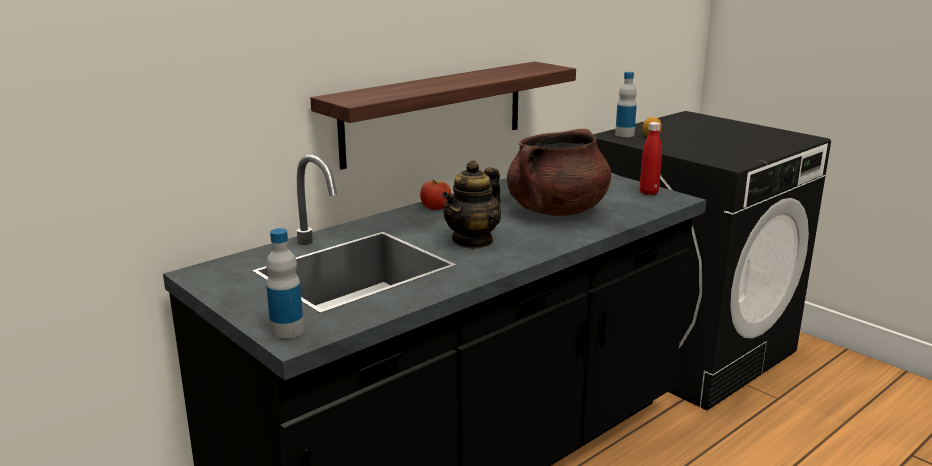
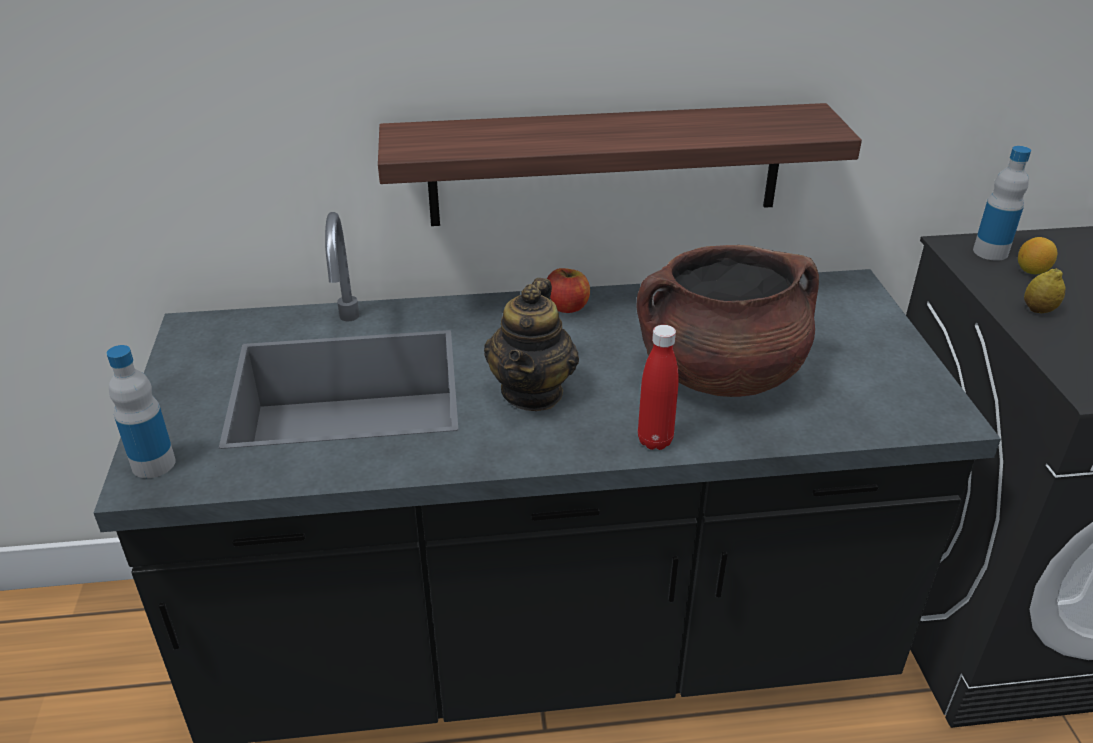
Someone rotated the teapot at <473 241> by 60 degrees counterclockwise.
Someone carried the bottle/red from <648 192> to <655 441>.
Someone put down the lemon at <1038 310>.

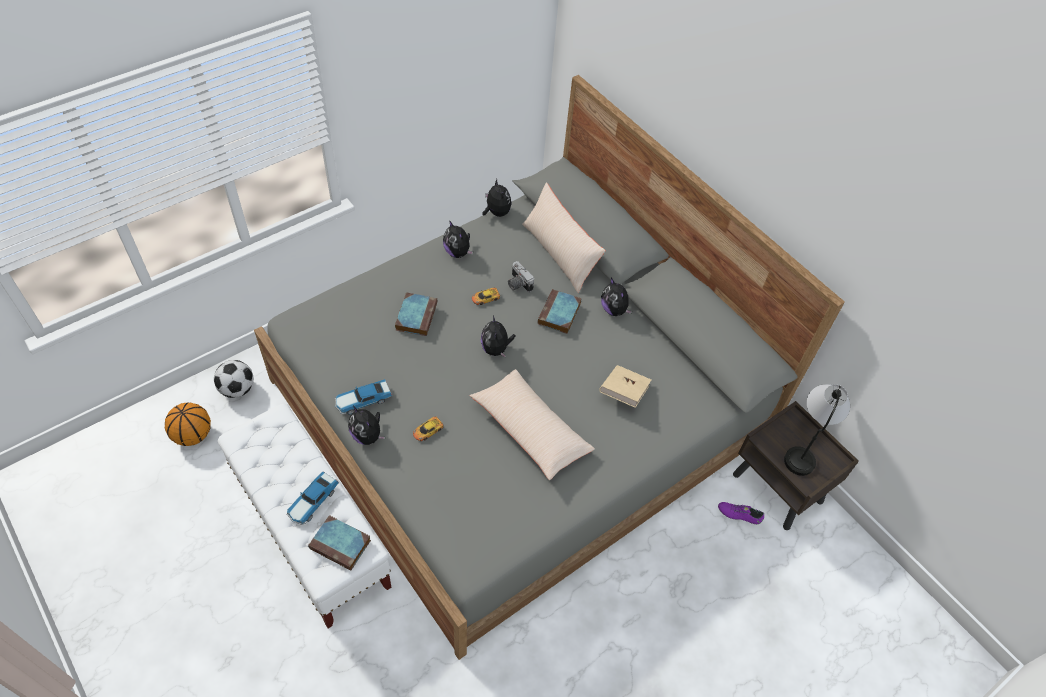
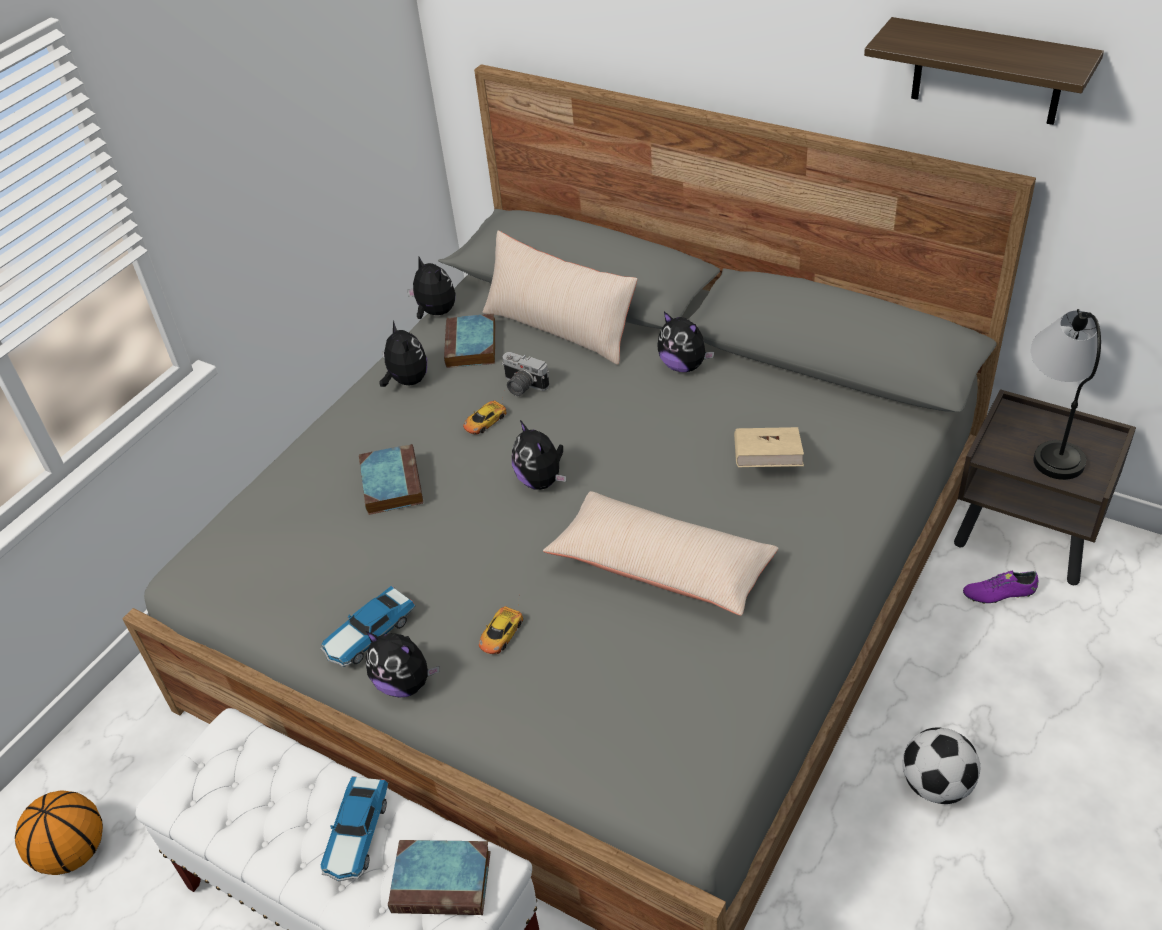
Someone carried the football from <237 389> to <936 785>.
Someone rotated the plush toy at <458 252> by 150 degrees counterclockwise.
Someone carried the book from <559 314> to <471 346>.
Someone put up the shelf at <987 72>.

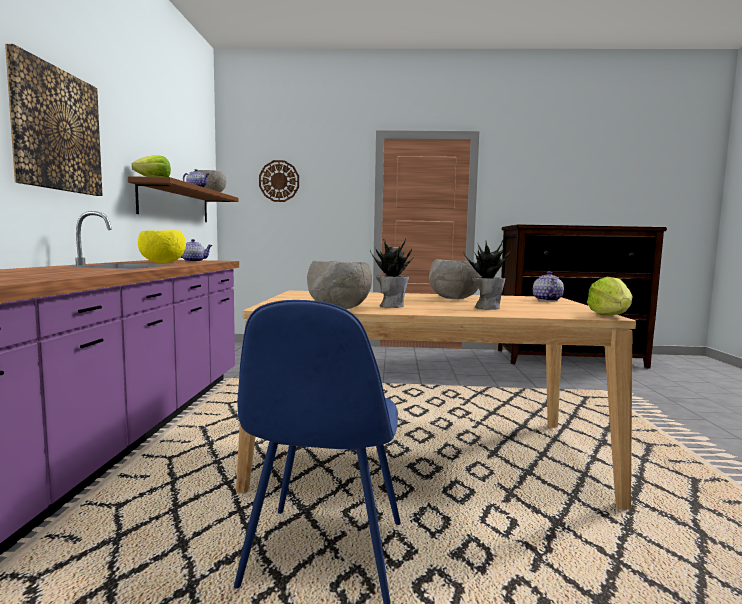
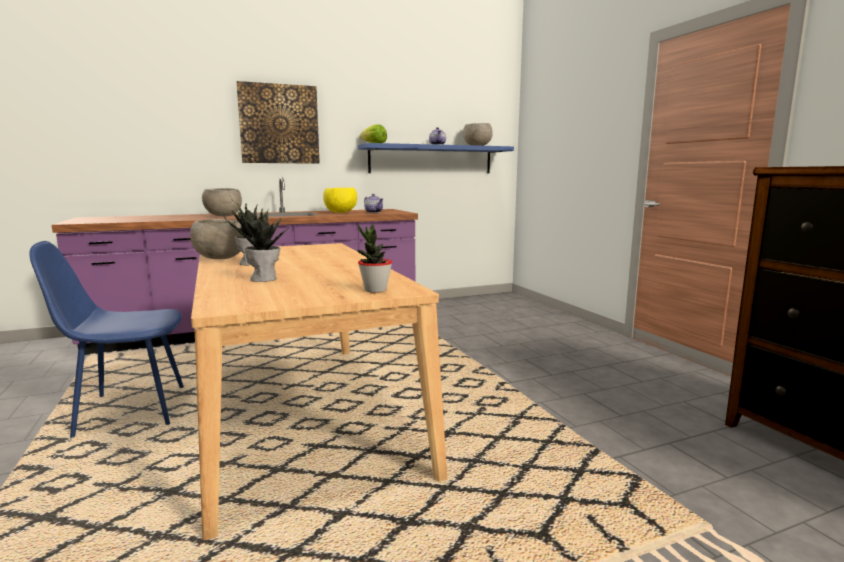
Someone repainted the shelf/brown at <176 203>, which became the shelf/blue at <431 159>.
Someone took away the wall clock at <279 181>.
Someone carried the bowl/grey from <454 299> to <223 216>.
Someone swapped the teapot at <546 300> for the potted plant at <375 290>.
Someone took away the lettuce at <610 316>.

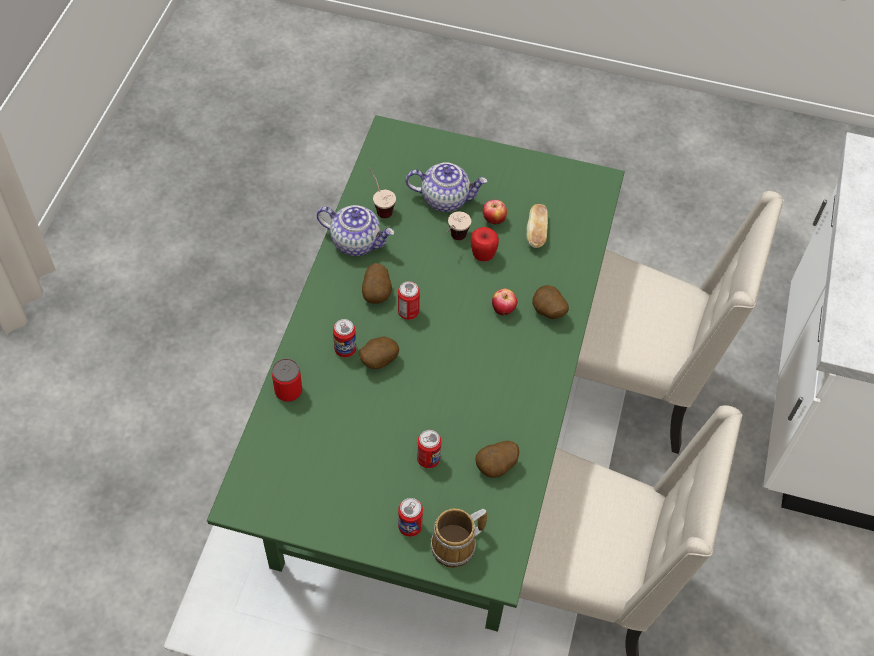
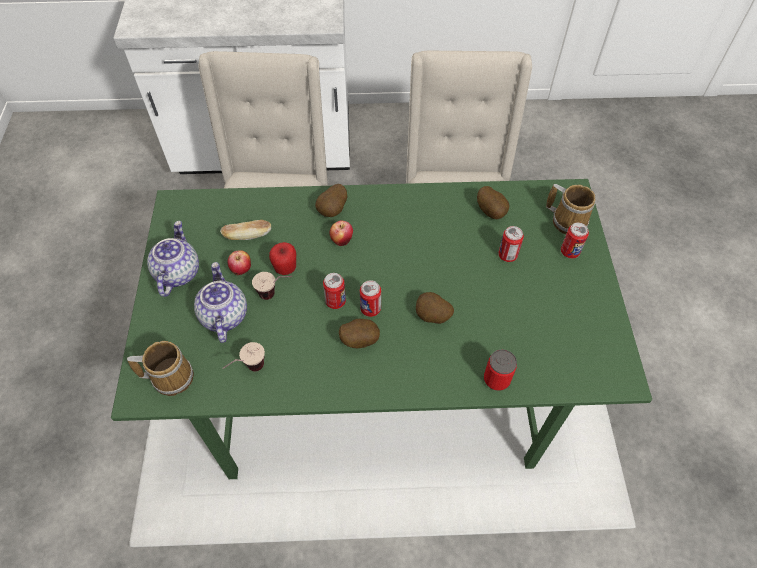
Someone carried the teapot from <356 242> to <177 272>.
Someone carried the can from <345 349> to <335 301>.
Someone put down the mug at <170 376>.

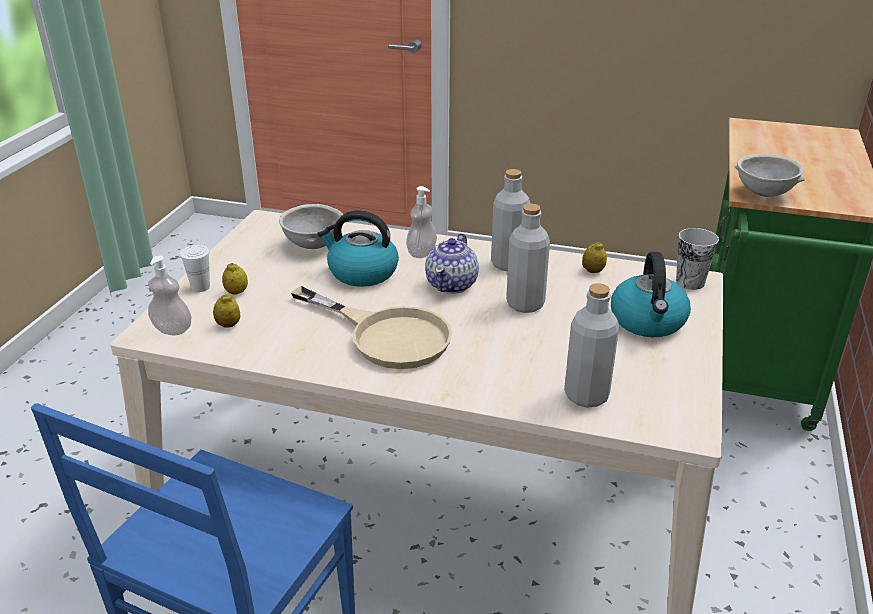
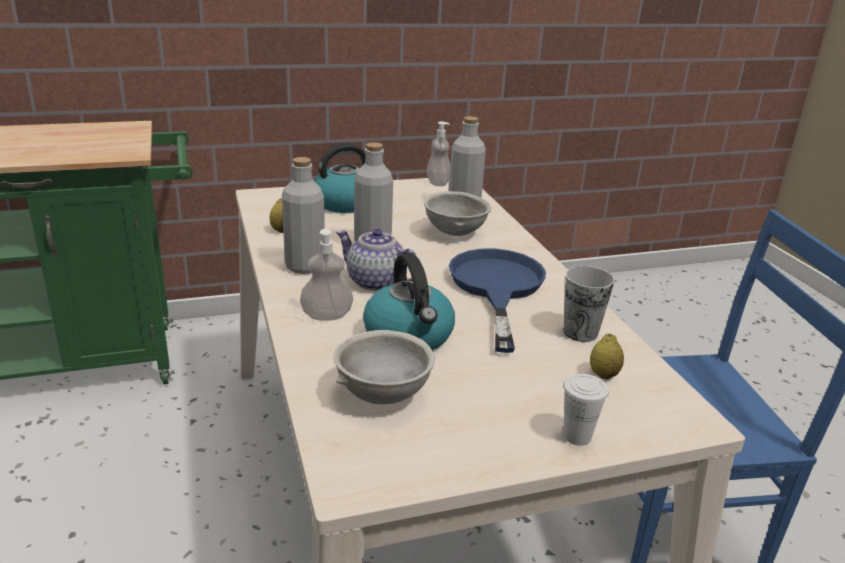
Someone carried the soap dispenser from <172 329> to <438 183>.
Someone took away the lemon at <236 292>.
Someone repainted the frying pan/beige at <386 335>, which became the frying pan/blue at <496 288>.
Someone rotated the teapot at <452 284> by 135 degrees counterclockwise.
Someone carried the cup from <690 282> to <580 332>.
Someone carried the bowl/grey from <764 194> to <456 233>.

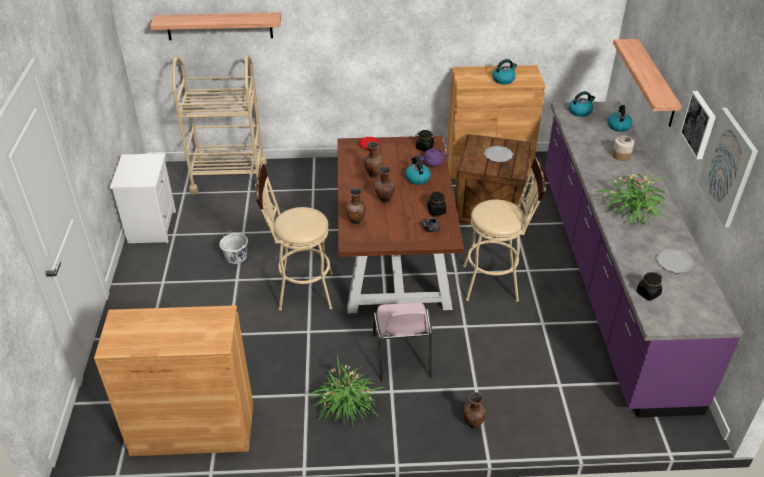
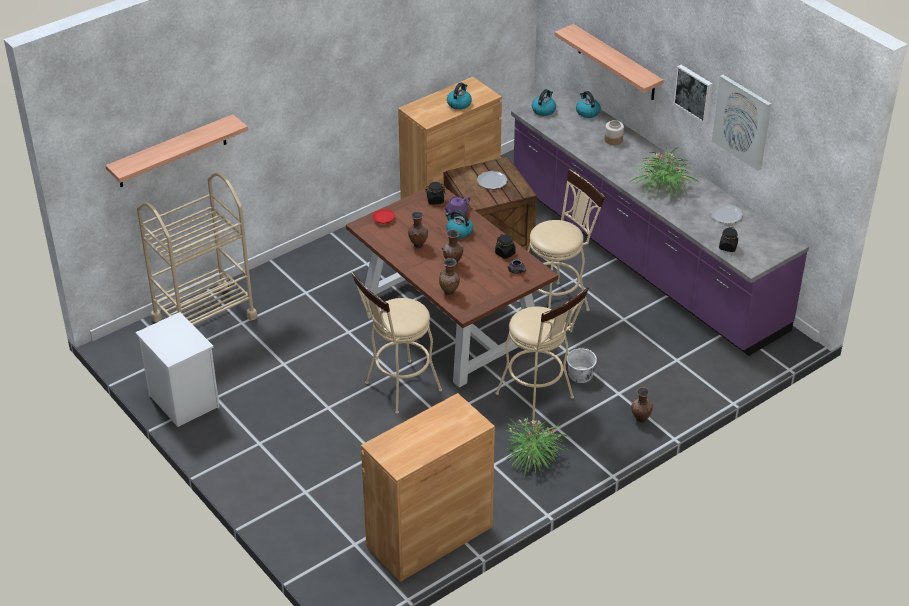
Someone carried the bucket/white from <236 257> to <580 375>.
Someone swapped the chair/pink at <401 357> for the stool/beige at <539 399>.

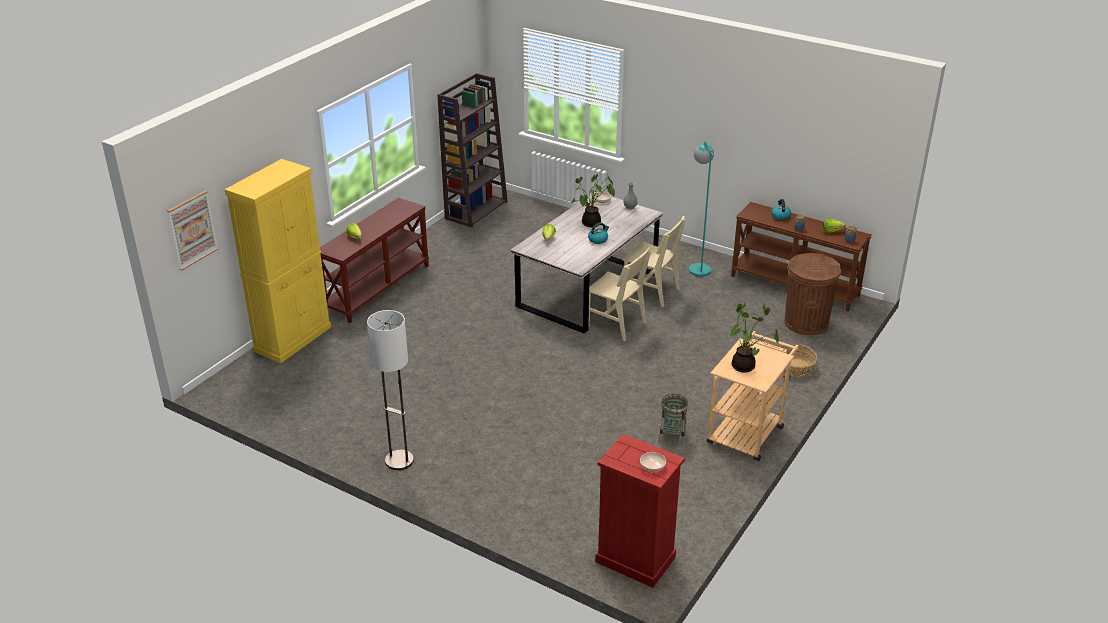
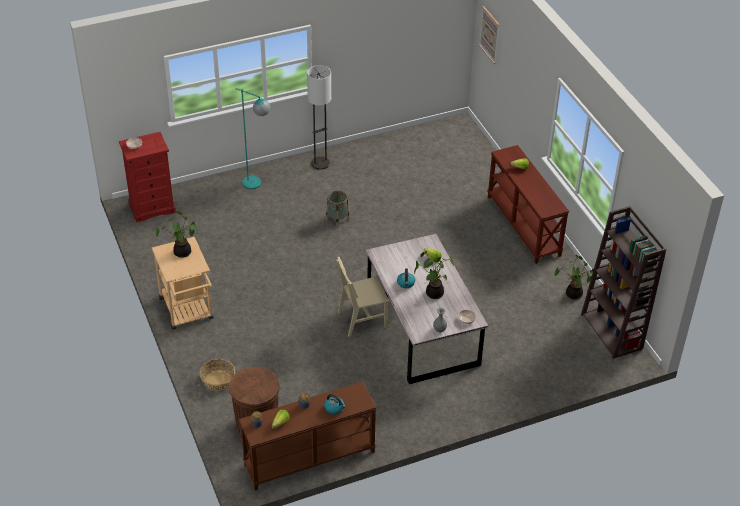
Someone took away the cabinet/yellow at <293 339>.
Someone took away the chair/beige at <651 292>.
Someone carried the basket from <672 436> to <337 220>.
Someone carried the floor lamp/turquoise from <697 266> to <257 185>.
Someone put down the potted plant at <572 295>.

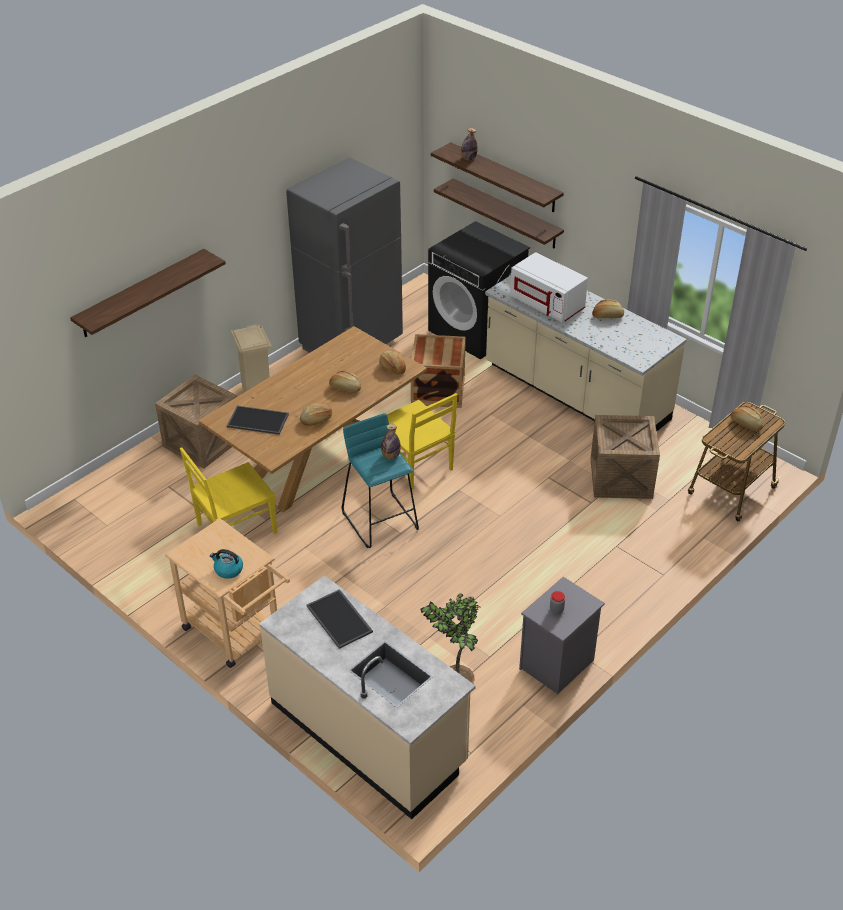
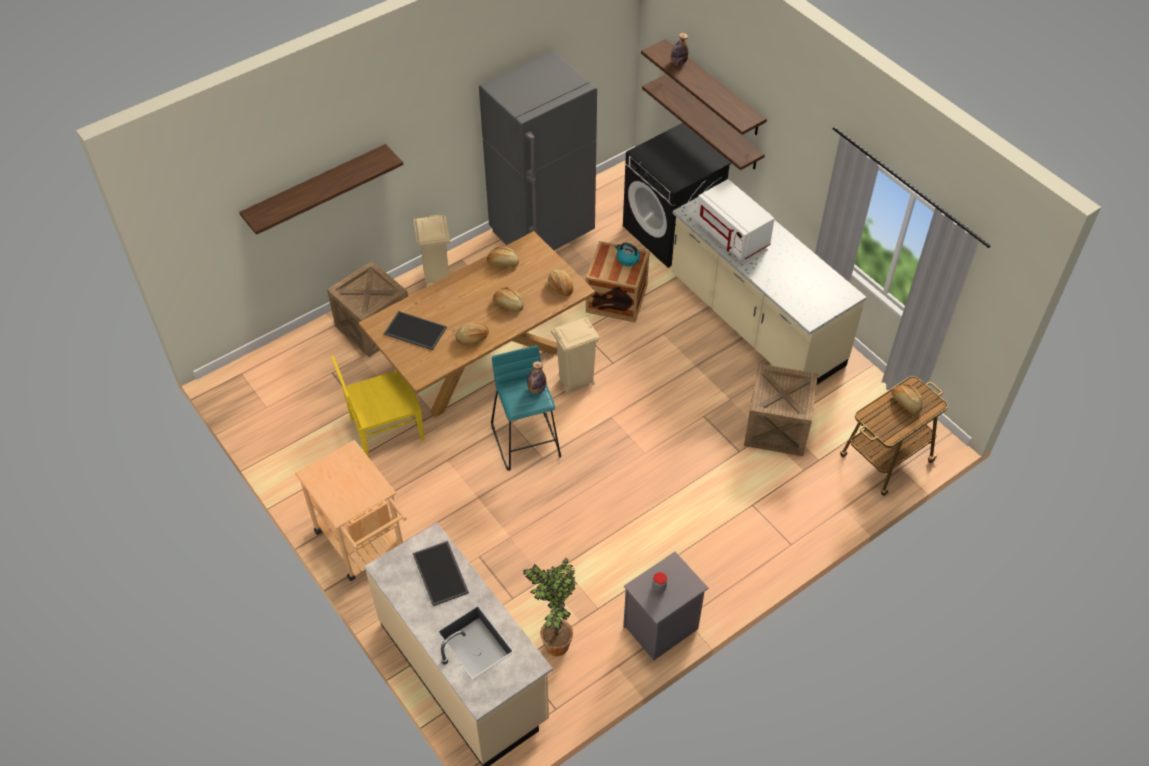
Someone carried the kettle from <228 570> to <627 259>.
Someone swapped the chair/yellow at <416 465> for the trash can/beige at <575 382>.
Someone carried the bread from <607 316> to <503 263>.

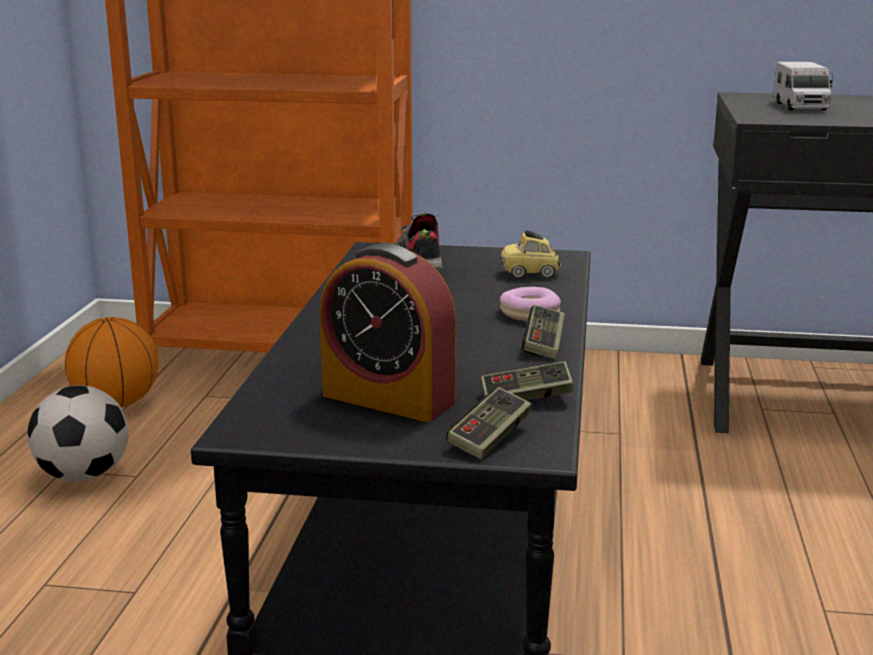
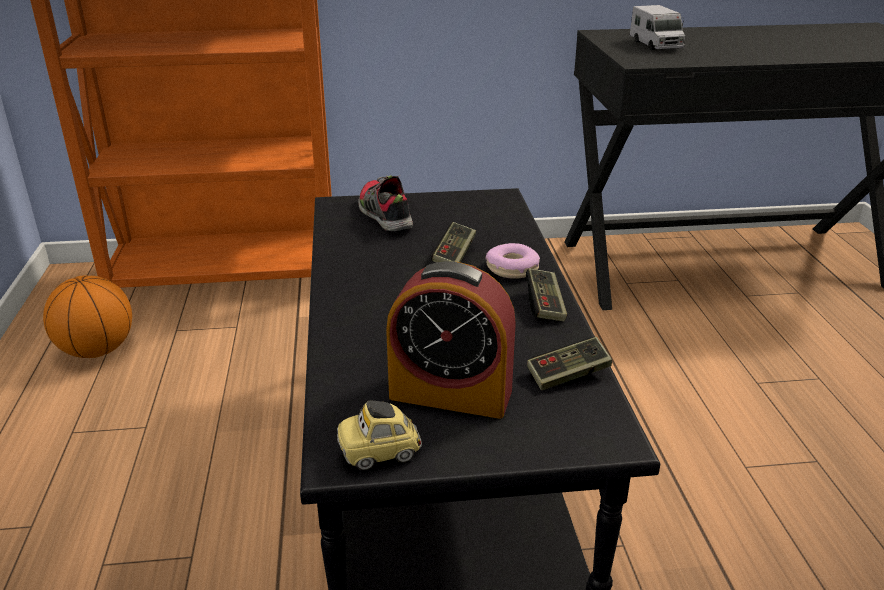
Someone took away the football at <83 476>.
Someone carried the game controller from <490 438> to <454 255>.
Someone carried the toy car from <530 274> to <380 453>.

